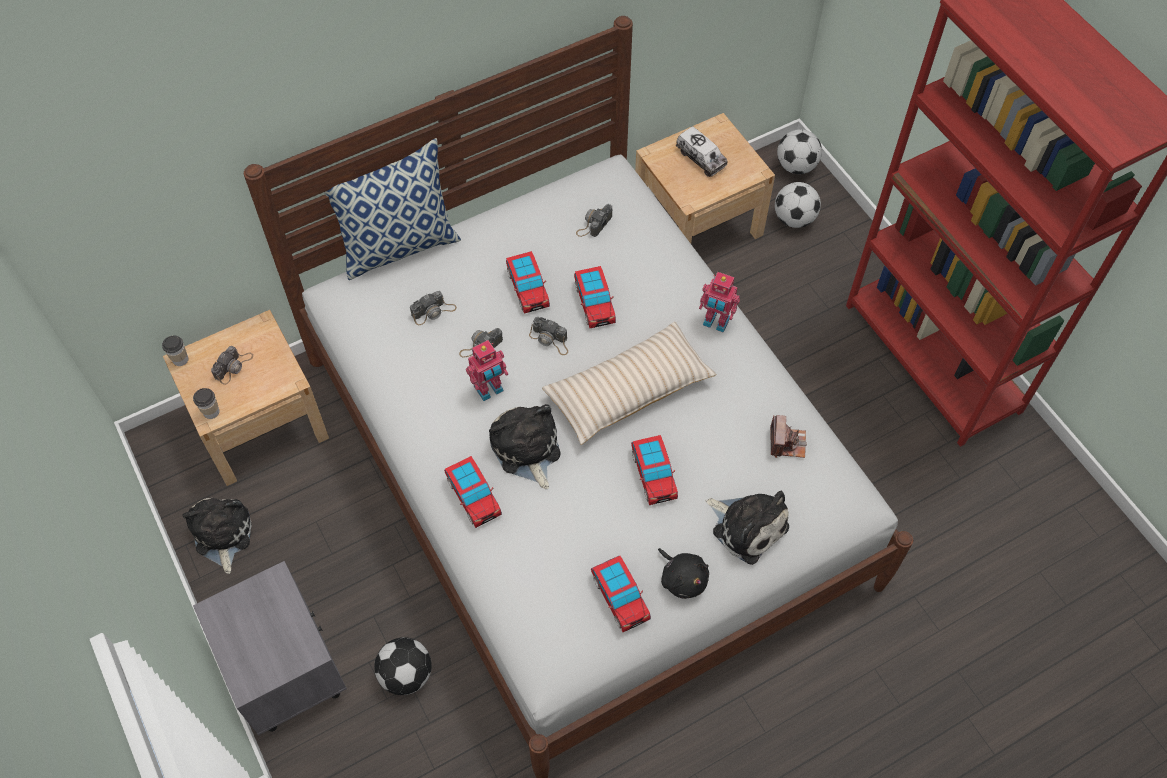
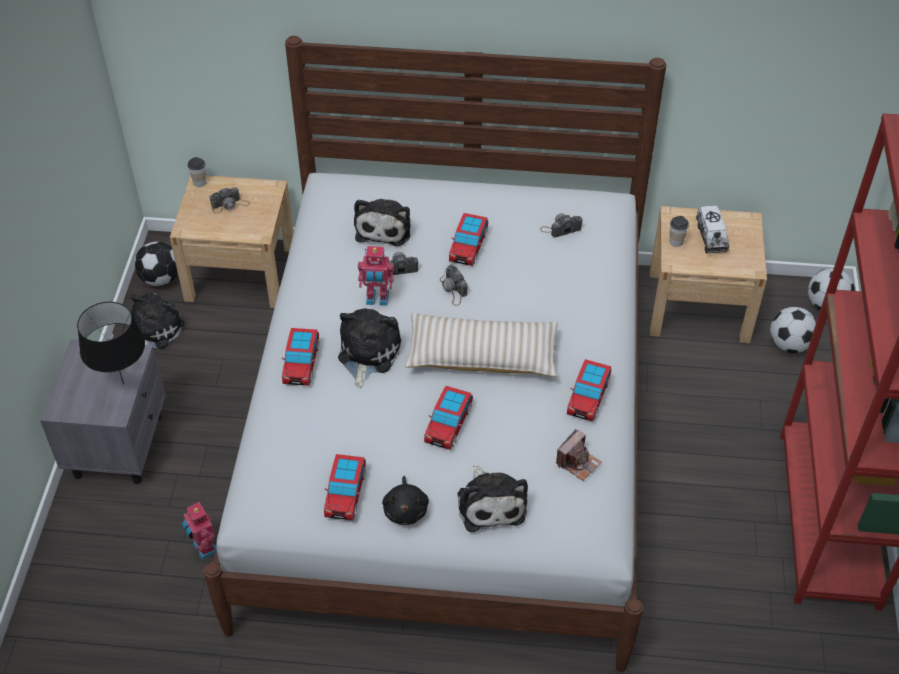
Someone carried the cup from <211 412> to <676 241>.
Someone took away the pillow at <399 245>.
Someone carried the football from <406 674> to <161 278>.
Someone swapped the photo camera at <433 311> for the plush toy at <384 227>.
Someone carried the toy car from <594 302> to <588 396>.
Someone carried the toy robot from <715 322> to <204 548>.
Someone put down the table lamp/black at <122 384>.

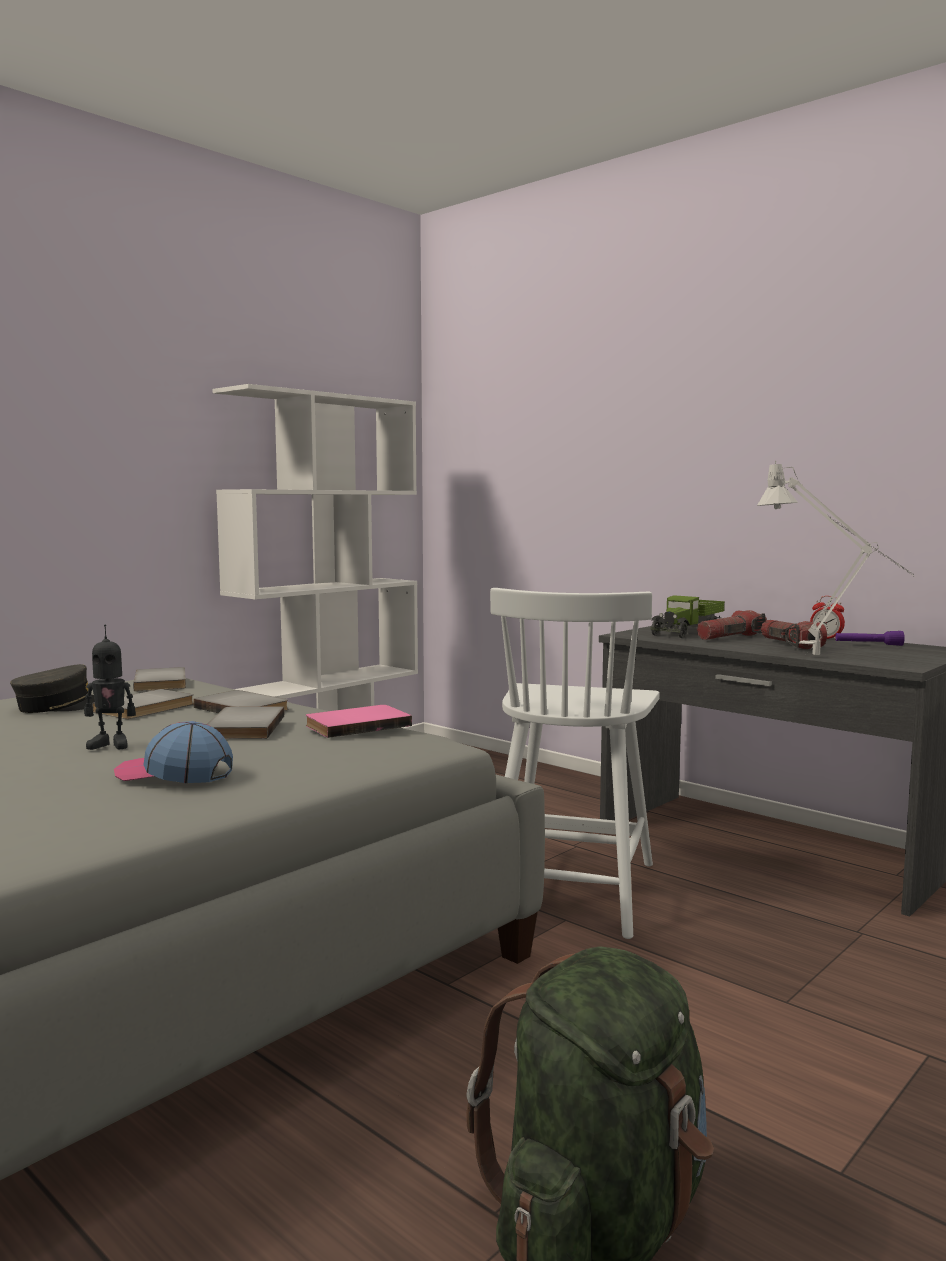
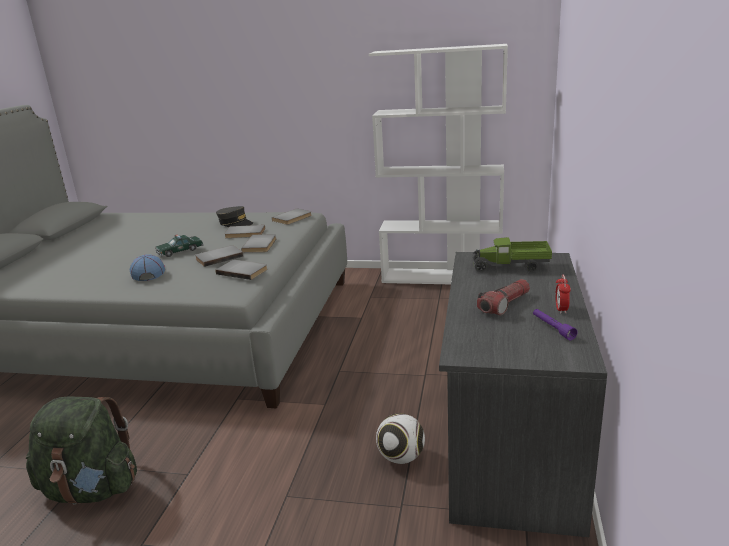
Someone swapped the toy robot at <111 745> for the toy car at <180 251>.
Someone repainted the book/pink at <356 725>, which became the book/grey at <243 271>.
Someone took away the chair/white at <570 888>.
Someone took away the flashlight at <730 637>.
Someone took away the table lamp/grey at <826 658>.
Someone put down the football at <401 458>.

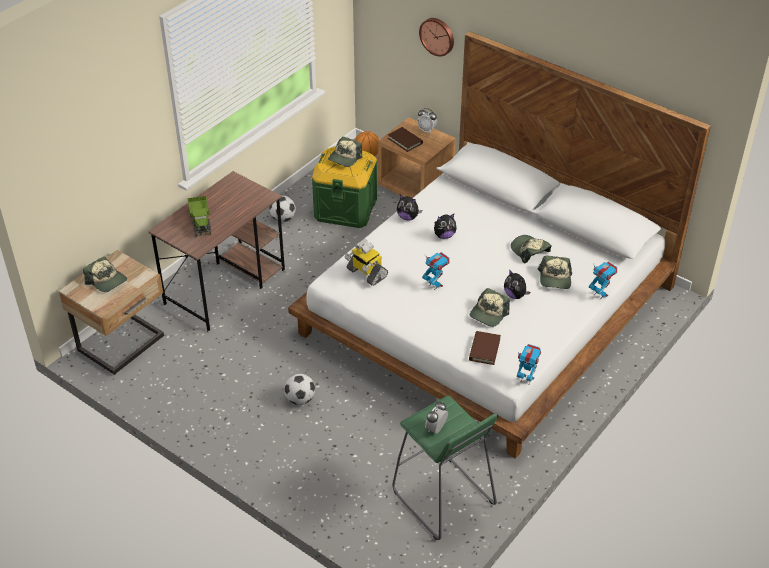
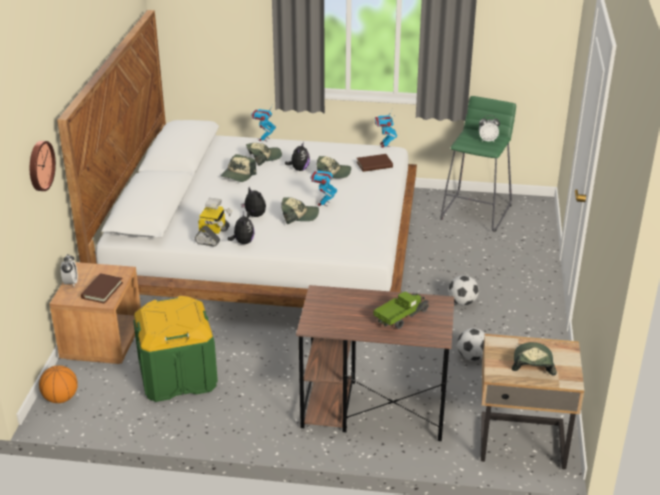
Someone carried the football from <283 219> to <472 357>.
Someone carried the cap from <345 158> to <299 215>.
Someone carried the toy robot from <366 273> to <213 236>.

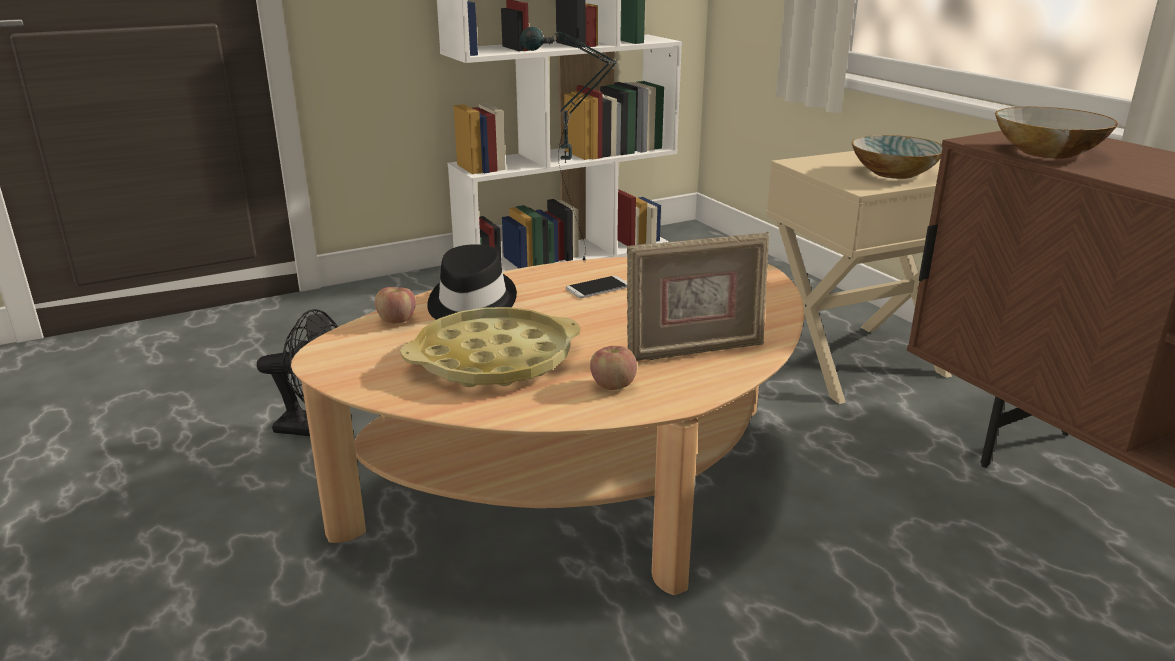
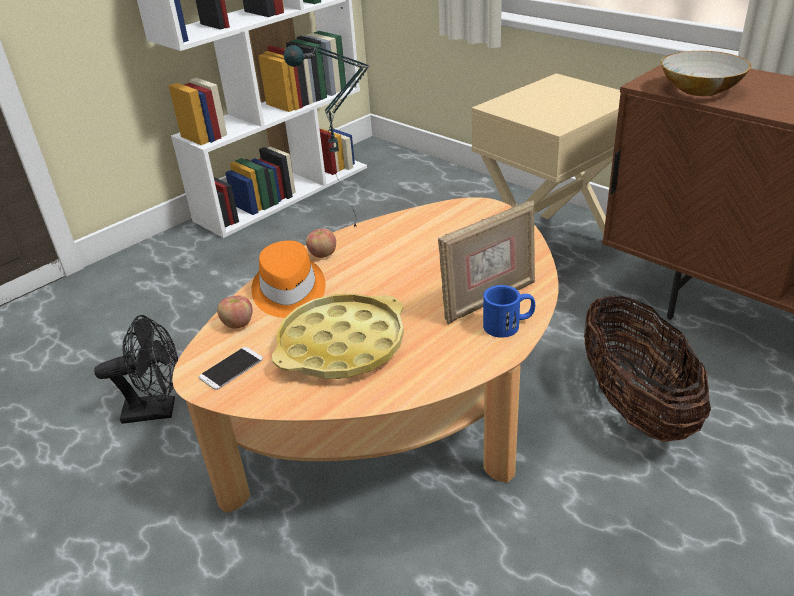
Someone repainted the hat/black at <470 304>, which became the hat/orange at <288 292>.
Someone carried the phone from <598 288> to <231 369>.
Someone carried the apple from <612 385> to <322 254>.
Someone took away the bowl at <895 173>.
Someone put down the mug/blue at <509 325>.
Someone put down the basket at <634 405>.

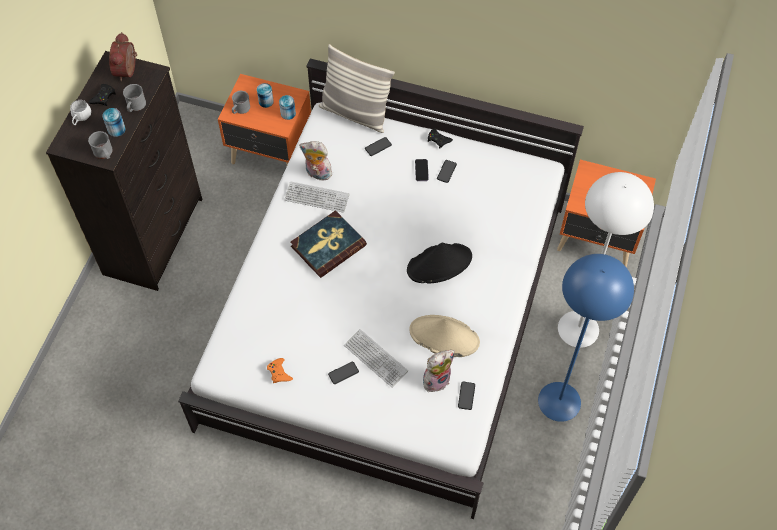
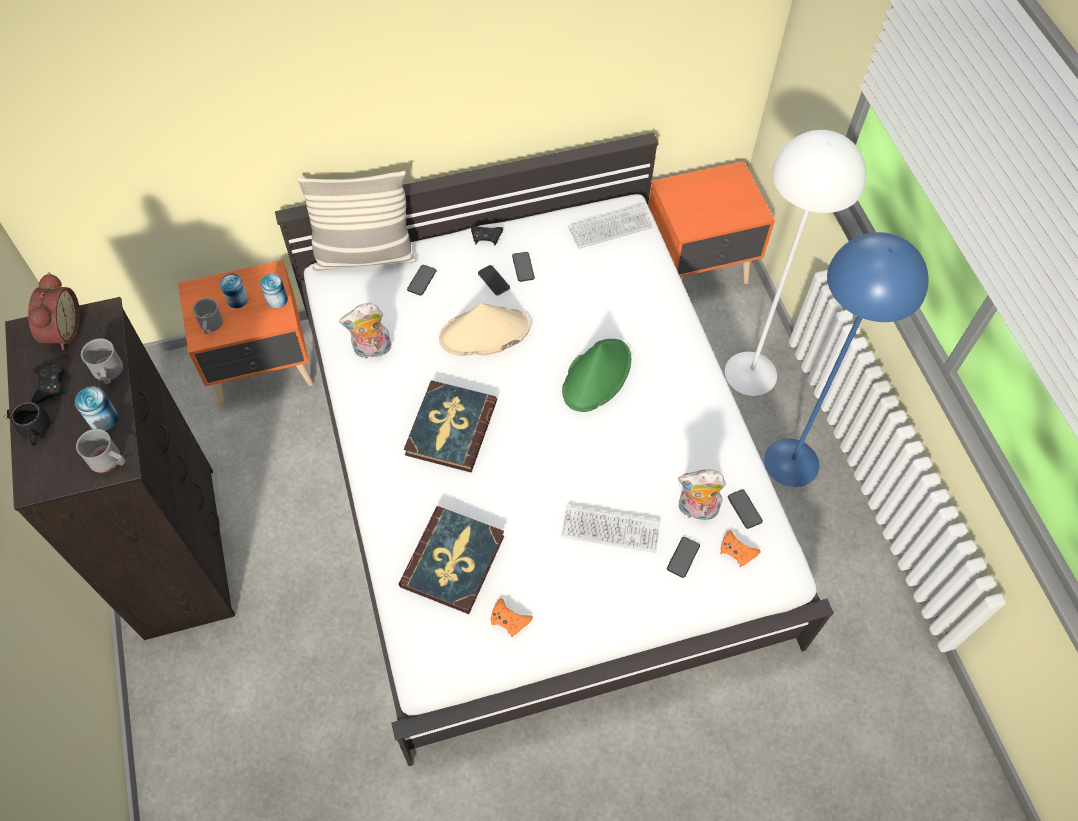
Someone repainted the mug/white at <81 119>, which became the mug/black at <36 432>.
Someone rotated the alarm clock at <128 70> by 150 degrees counterclockwise.
Someone carried the keyboard from <317 198> to <610 228>.
Someone carried the phone from <343 373> to <683 557>.
Someone repainted the hat/black at <439 264>, which became the hat/green at <597 375>.
Someone carried the hat/beige from <443 337> to <484 333>.
Someone rotated the plush toy at <436 379> by 105 degrees counterclockwise.
Someone put down the book at <453 561>.
Someone put down the game controller/orange at <737 551>.

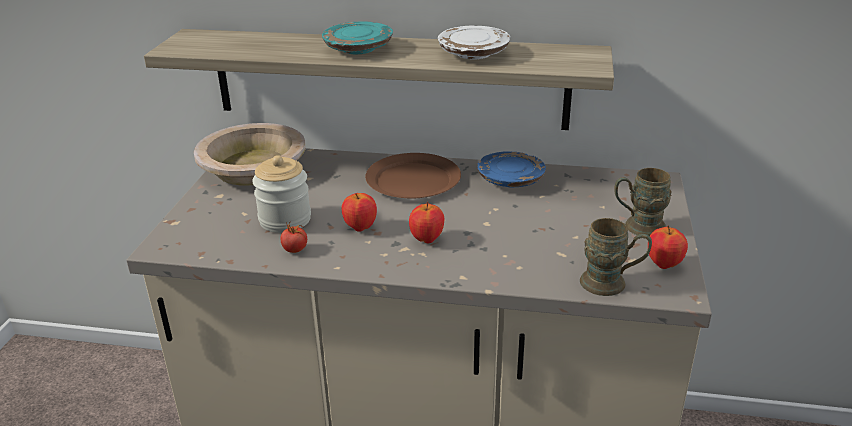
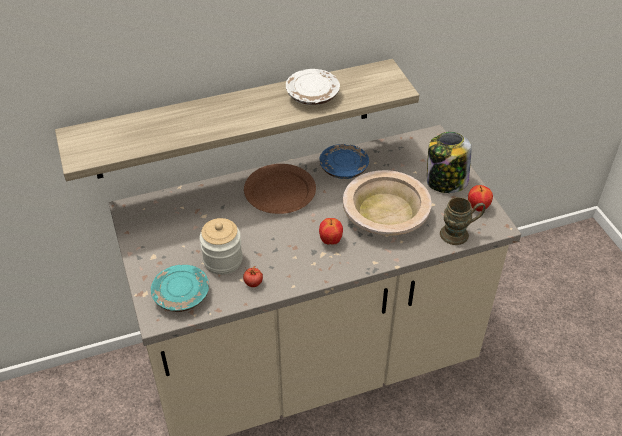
Someone carried the bowl/beige from <253 168> to <385 214>.
Someone carried the plate/turquoise from <358 49> to <181 295>.
Someone took away the apple at <360 227>.
Someone swapped the mug/brown at <637 227> for the jar at <445 182>.

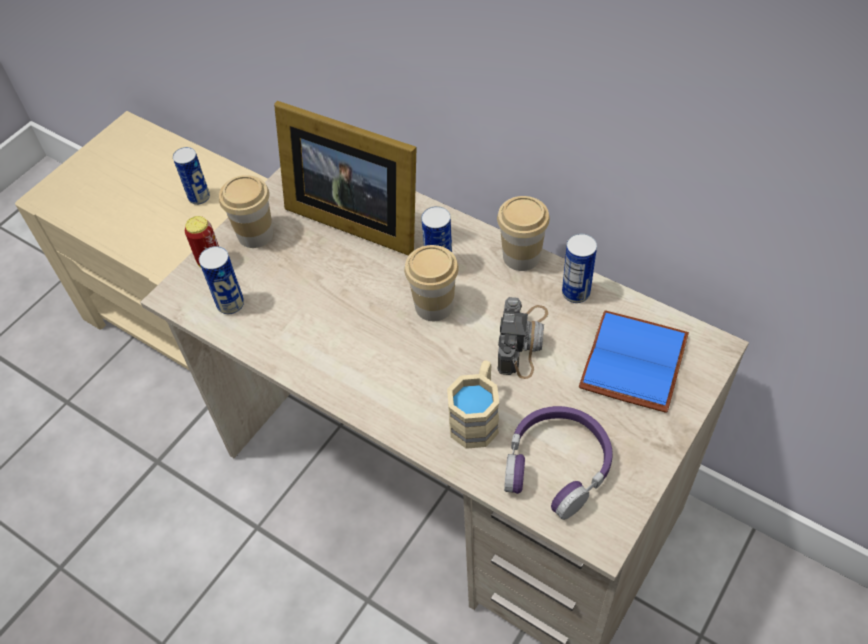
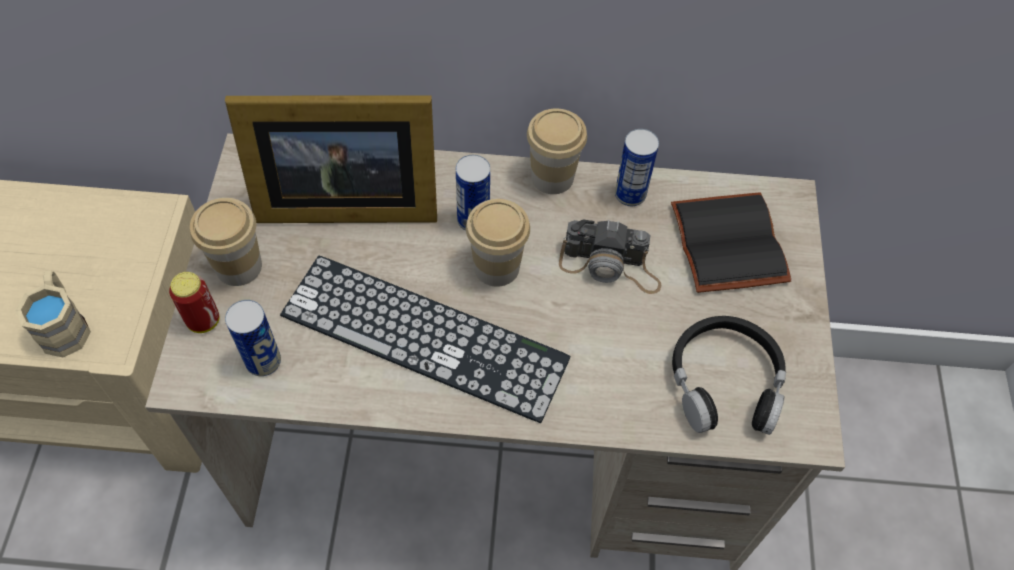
Someone took away the can at <199 197>.
Someone carried the mug/beige from <477 416> to <65 325>.
Someone rotated the photo camera at <523 340> by 120 degrees clockwise.
Someone repainted the headphones/purple at <556 466>, which became the headphones/black at <724 382>.
Someone repainted the book/blue at <636 364>, which became the book/black at <732 245>.
Someone put down the keyboard at <424 336>.

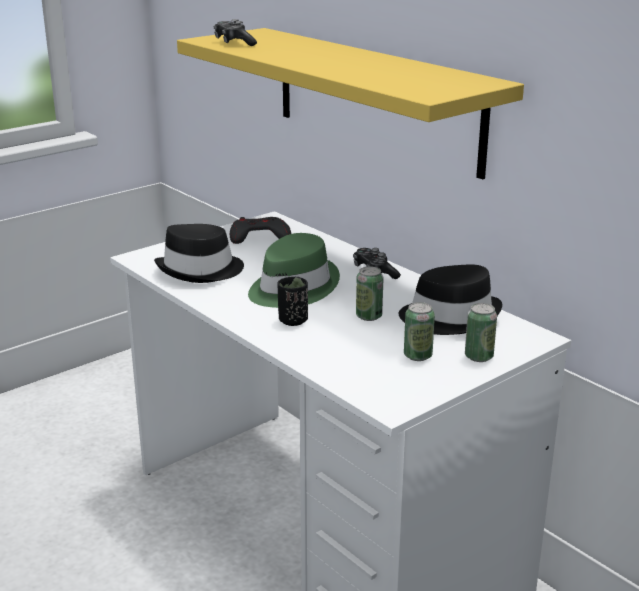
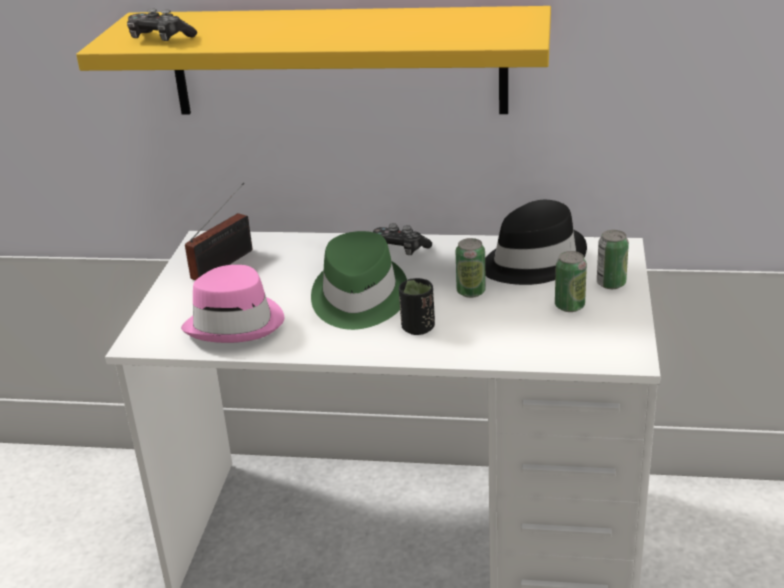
Someone repainted the hat/black at <201 270>, which became the hat/pink at <236 323>.
Someone swapped the game controller/grey at <259 236> for the radio at <226 263>.

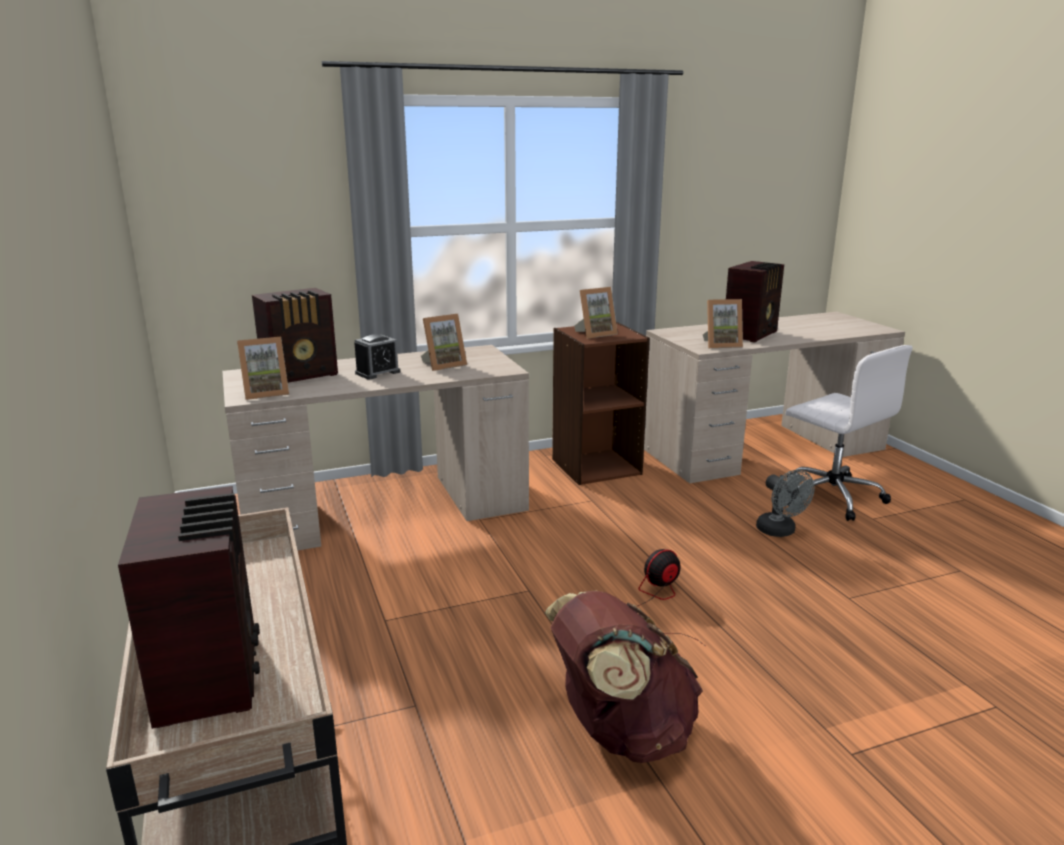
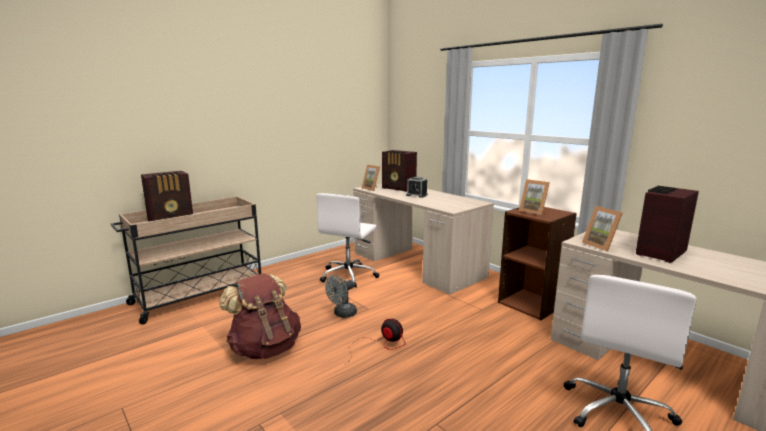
Someone took away the picture frame at <443 365>.
Someone rotated the radio at <751 334> by 120 degrees clockwise.
Someone carried the fan/grey from <780 532> to <342 314>.
Someone put down the office chair/white at <349 276>.

